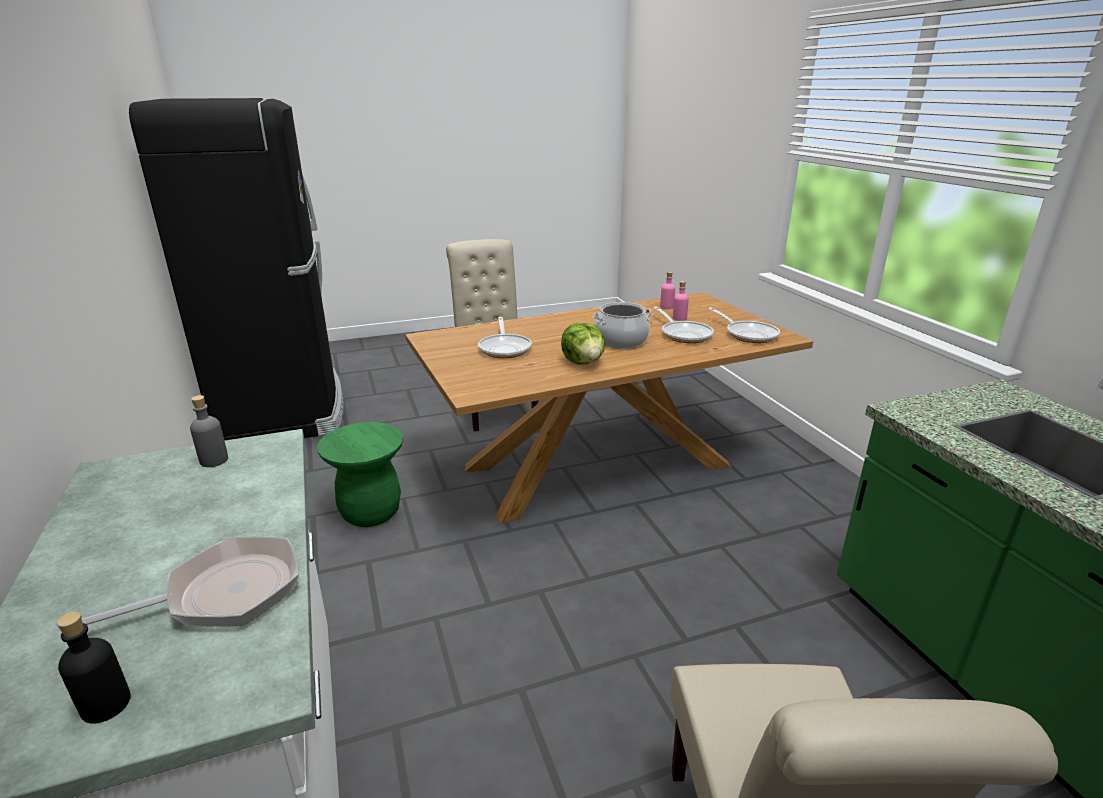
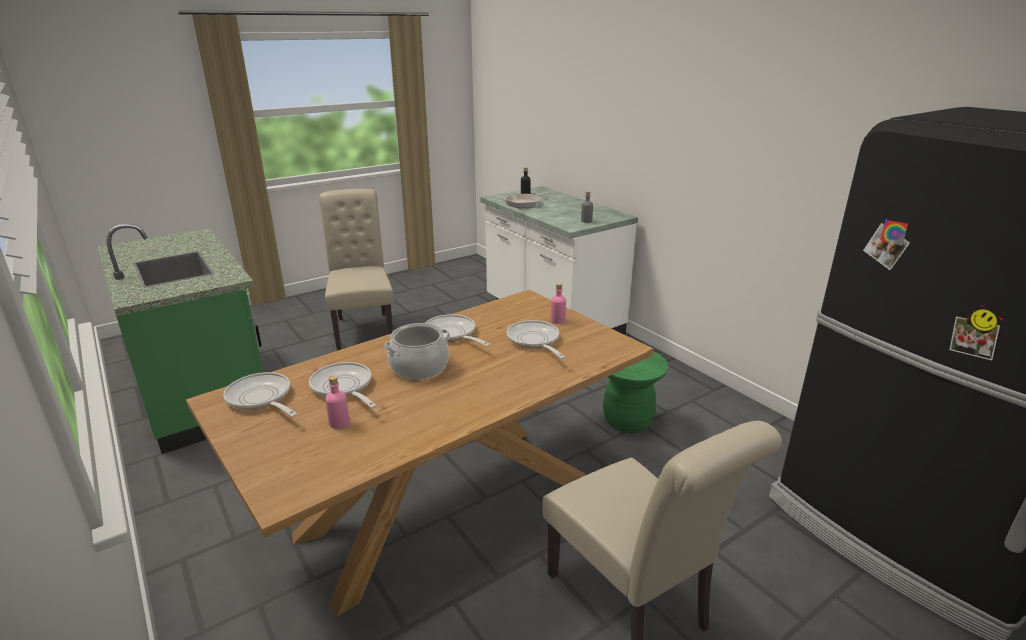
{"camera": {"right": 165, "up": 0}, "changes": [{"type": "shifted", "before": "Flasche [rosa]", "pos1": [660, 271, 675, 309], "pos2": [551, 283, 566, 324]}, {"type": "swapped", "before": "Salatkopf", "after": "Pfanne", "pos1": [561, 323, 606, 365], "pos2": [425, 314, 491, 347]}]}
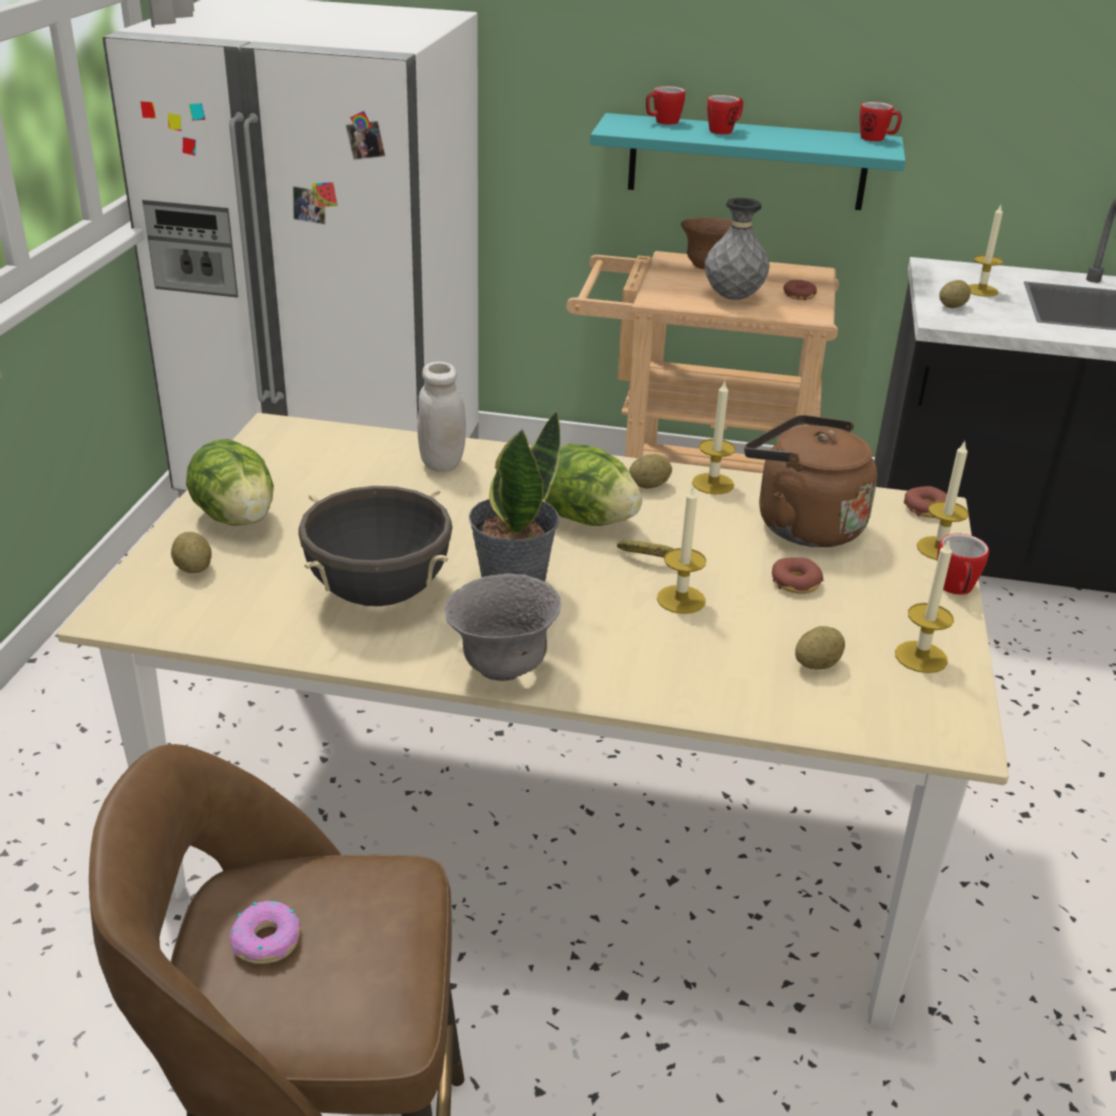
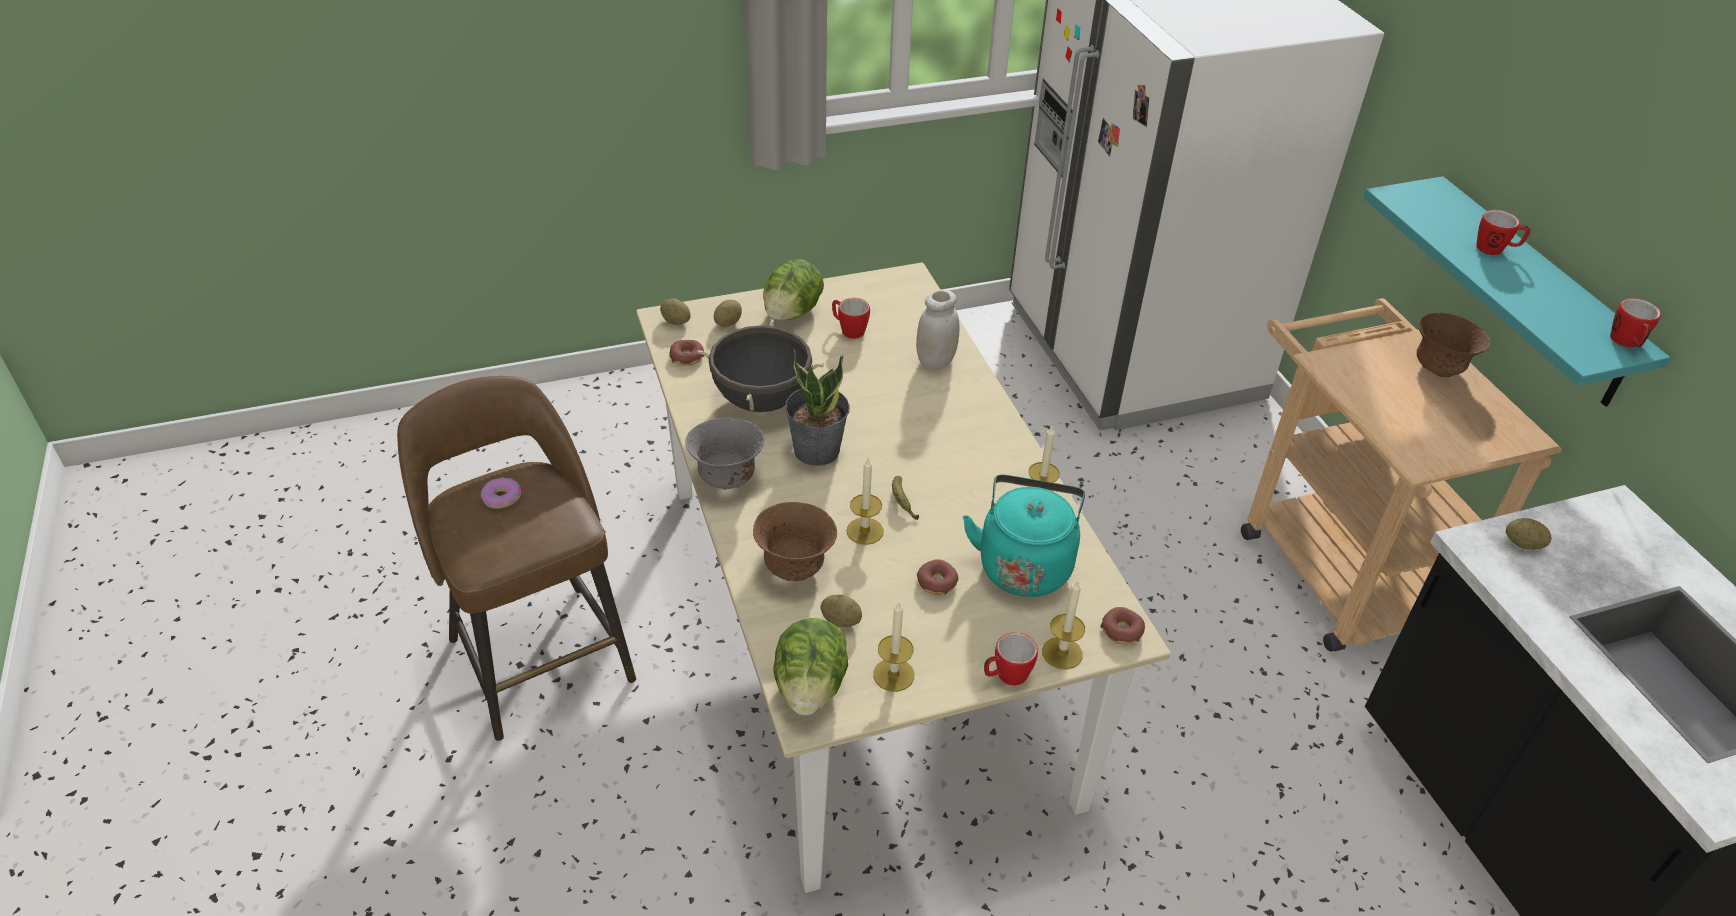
{"camera": {"right": 60, "up": 10}, "changes": [{"type": "shifted", "before": "Henkelbecher", "pos1": [646, 86, 686, 125], "pos2": [832, 298, 870, 339]}, {"type": "gone", "before": "Vase [grau]", "pos1": [705, 198, 770, 300]}, {"type": "gone", "before": "Kerze", "pos1": [969, 205, 1003, 297]}, {"type": "shifted", "before": "Donut", "pos1": [783, 280, 817, 300], "pos2": [669, 340, 704, 366]}, {"type": "repainted", "before": "Wasserkessel [braun]", "after": "Wasserkessel [türkis]", "pos1": [744, 415, 878, 547], "pos2": [963, 474, 1085, 597]}, {"type": "shifted", "before": "Salatkopf", "pos1": [545, 444, 642, 526], "pos2": [773, 618, 848, 715]}, {"type": "shifted", "before": "Kartoffel", "pos1": [629, 454, 672, 489], "pos2": [660, 299, 691, 325]}, {"type": "new", "after": "Schüssel [braun]", "pos2": [753, 502, 837, 581]}]}
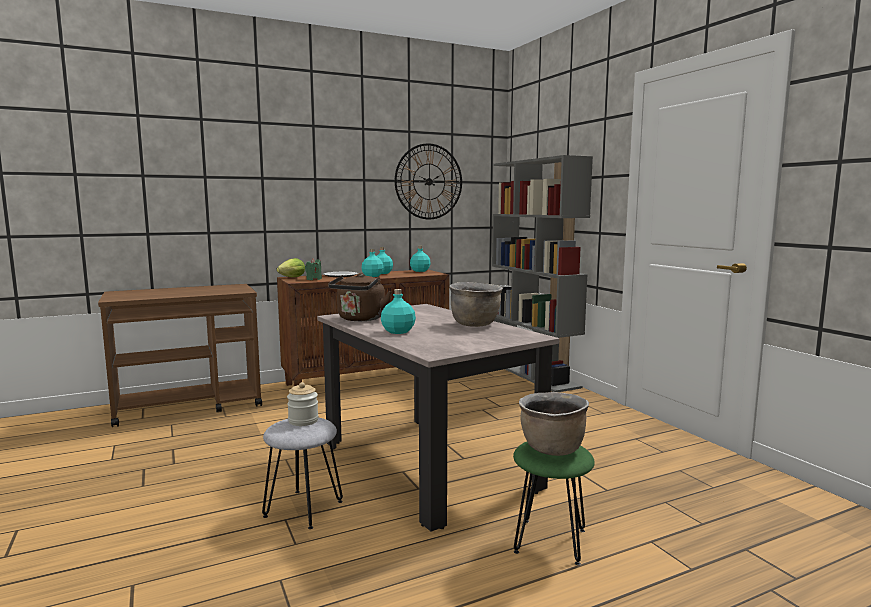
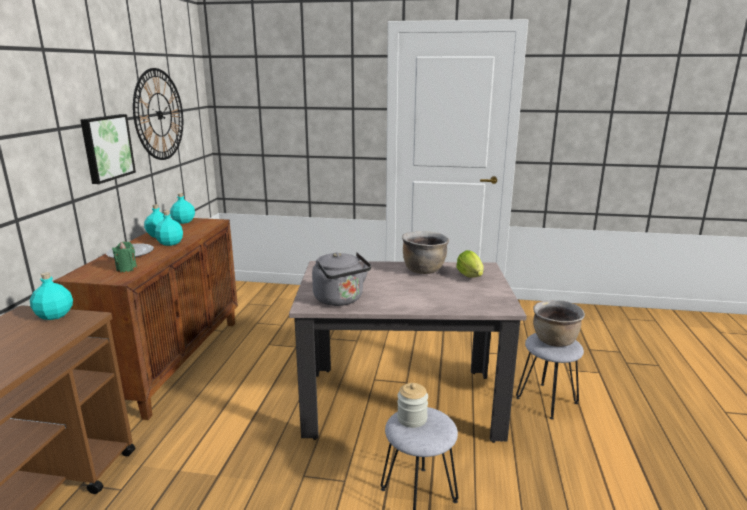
{"camera": {"right": -55, "up": 10}, "changes": [{"type": "gone", "before": "Bücherregal [grau]", "pos1": [492, 155, 593, 392]}, {"type": "shifted", "before": "Salatkopf", "pos1": [277, 258, 305, 277], "pos2": [456, 250, 484, 278]}, {"type": "repainted", "before": "Wasserkessel [braun]", "after": "Wasserkessel [grau]", "pos1": [328, 273, 392, 321], "pos2": [312, 252, 371, 306]}, {"type": "shifted", "before": "Flasche [türkis]", "pos1": [381, 289, 416, 334], "pos2": [30, 272, 73, 320]}, {"type": "repainted", "before": "Hocker [grün]", "after": "Hocker [grau]", "pos1": [513, 442, 595, 565], "pos2": [516, 333, 584, 420]}, {"type": "new", "after": "Bild", "pos2": [80, 114, 136, 184]}]}
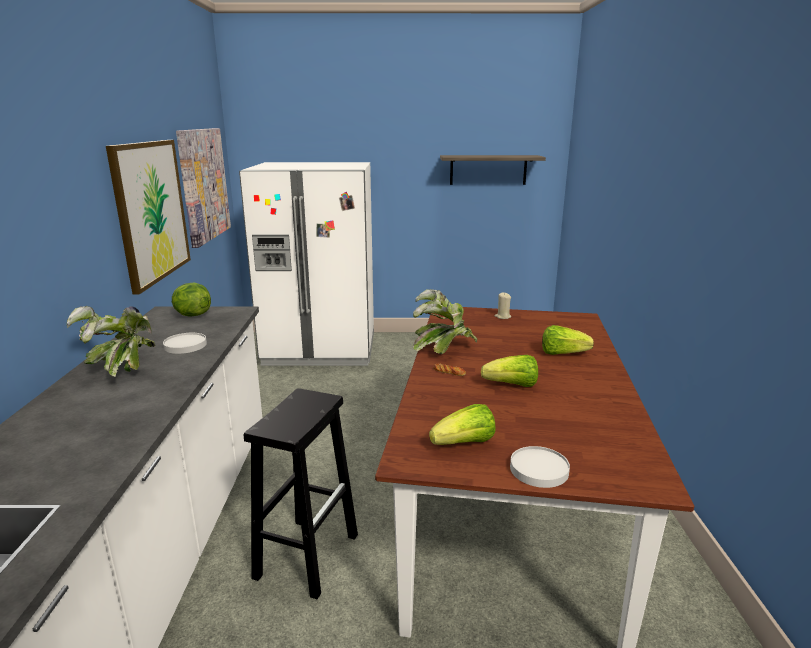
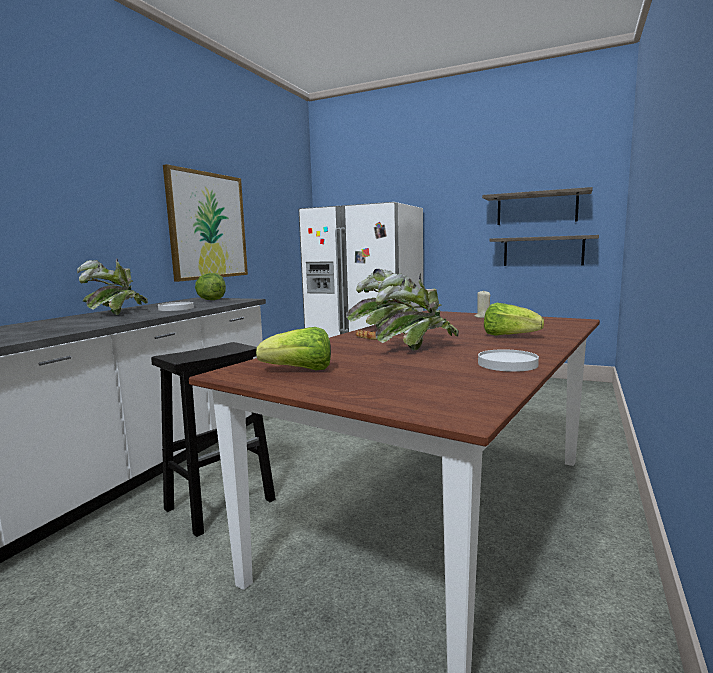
{"camera": {"right": 25, "up": -10}, "changes": [{"type": "gone", "before": "Bild", "pos1": [176, 128, 231, 248]}, {"type": "swapped", "before": "Salatkopf", "after": "Topfpflanze", "pos1": [481, 355, 538, 387], "pos2": [375, 273, 459, 351]}, {"type": "shifted", "before": "Teller [weiß]", "pos1": [510, 446, 570, 488], "pos2": [478, 349, 539, 372]}, {"type": "new", "after": "Wandregal", "pos2": [489, 235, 599, 266]}]}
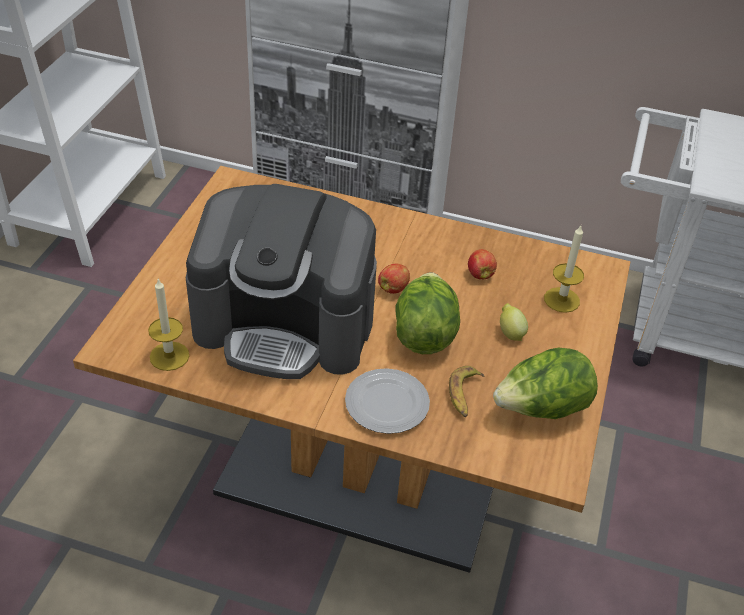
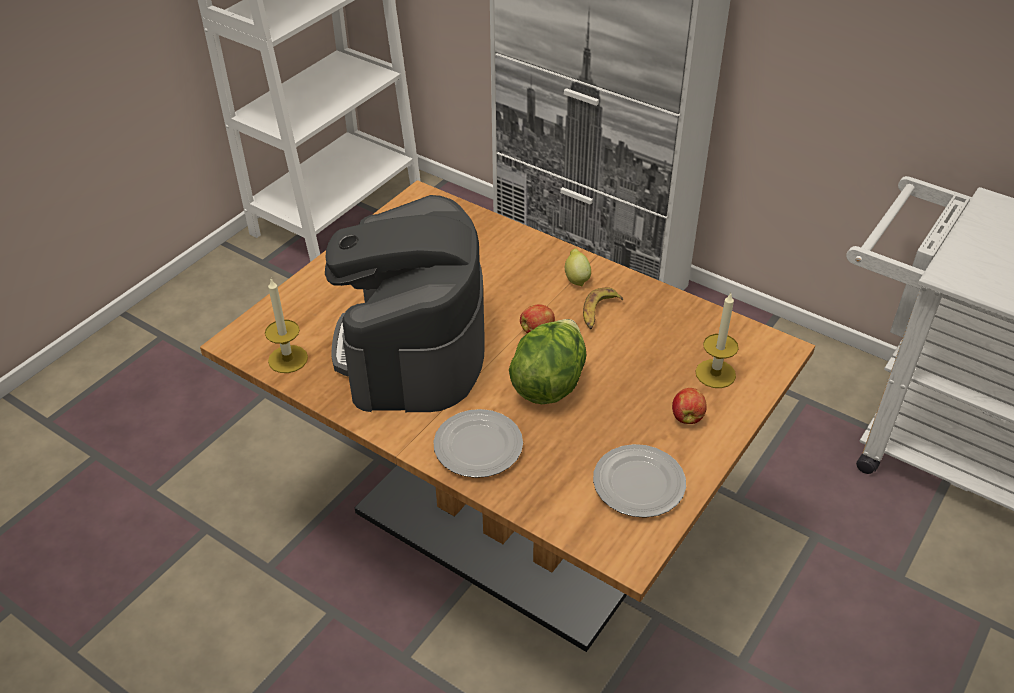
{"camera": {"right": 20, "up": 0}, "changes": [{"type": "rotated", "before": "Kaffeemaschine", "pos1": [185, 184, 377, 379], "pos2": [325, 195, 485, 412], "turn": 60}, {"type": "shifted", "before": "Apfel", "pos1": [468, 249, 497, 279], "pos2": [672, 388, 707, 424]}, {"type": "shifted", "before": "Zitrone", "pos1": [500, 303, 528, 341], "pos2": [565, 249, 591, 287]}, {"type": "swapped", "before": "Salatkopf", "after": "Teller", "pos1": [493, 348, 598, 419], "pos2": [593, 444, 686, 518]}, {"type": "shifted", "before": "Banane", "pos1": [449, 366, 485, 417], "pos2": [583, 287, 623, 329]}]}
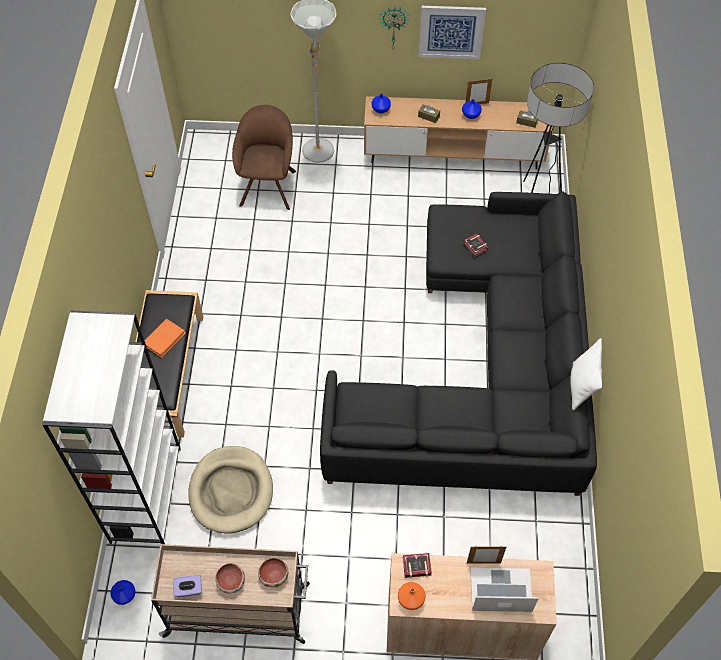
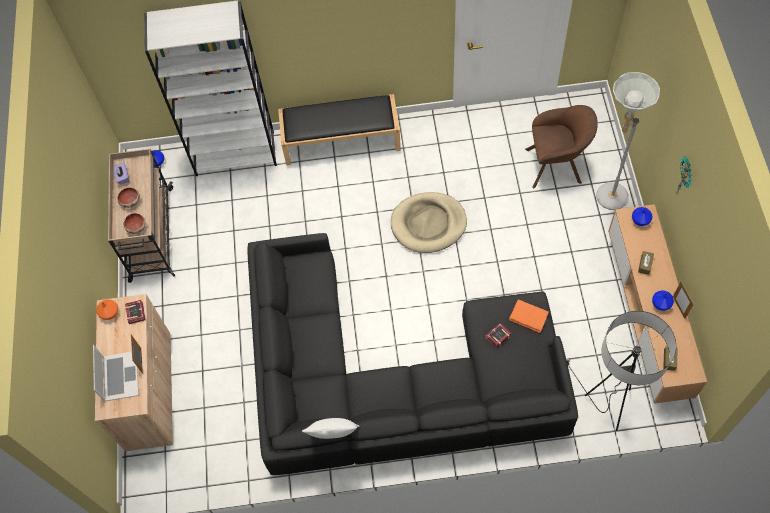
{"camera": {"right": 85, "up": 5}, "changes": [{"type": "gone", "before": "Bild", "pos1": [419, 6, 486, 59]}, {"type": "shifted", "before": "Buch [orange]", "pos1": [145, 319, 186, 358], "pos2": [509, 299, 549, 333]}, {"type": "shifted", "before": "Hundebett [beige]", "pos1": [188, 446, 273, 534], "pos2": [391, 192, 467, 253]}]}
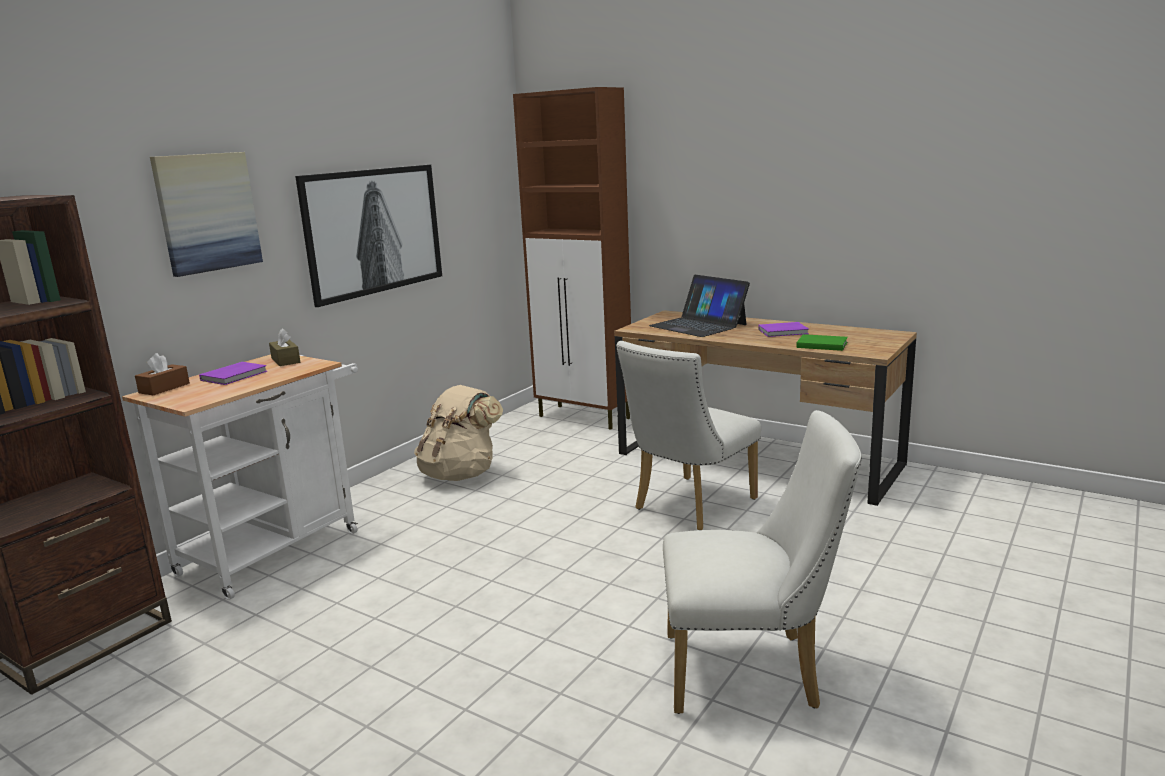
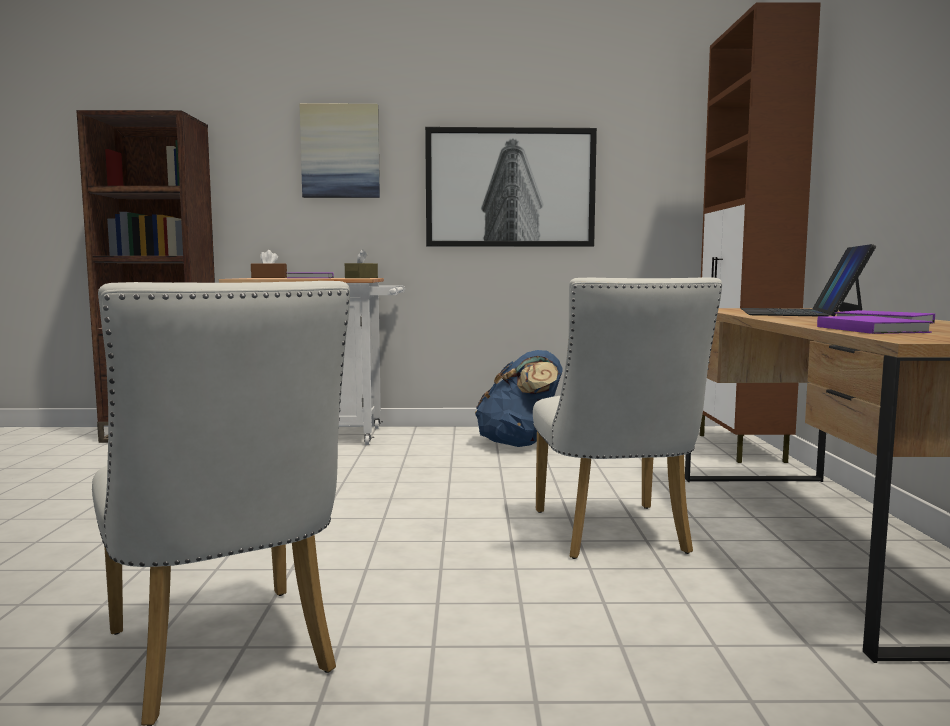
{"camera": {"right": 55, "up": -10}, "changes": [{"type": "repainted", "before": "Buch [grün]", "after": "Buch [lila]", "pos1": [796, 334, 848, 351], "pos2": [817, 316, 933, 334]}, {"type": "rotated", "before": "Stuhl [weiß]", "pos1": [616, 341, 761, 530], "pos2": [533, 277, 722, 559], "turn": -105}, {"type": "repainted", "before": "Rucksack [beige]", "after": "Rucksack [blau]", "pos1": [414, 385, 503, 481], "pos2": [475, 350, 563, 447]}]}
